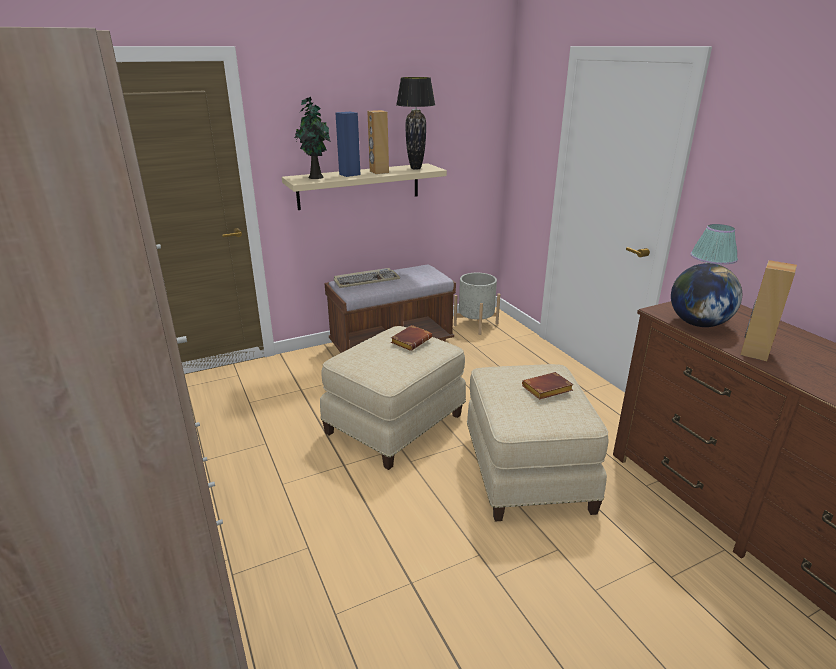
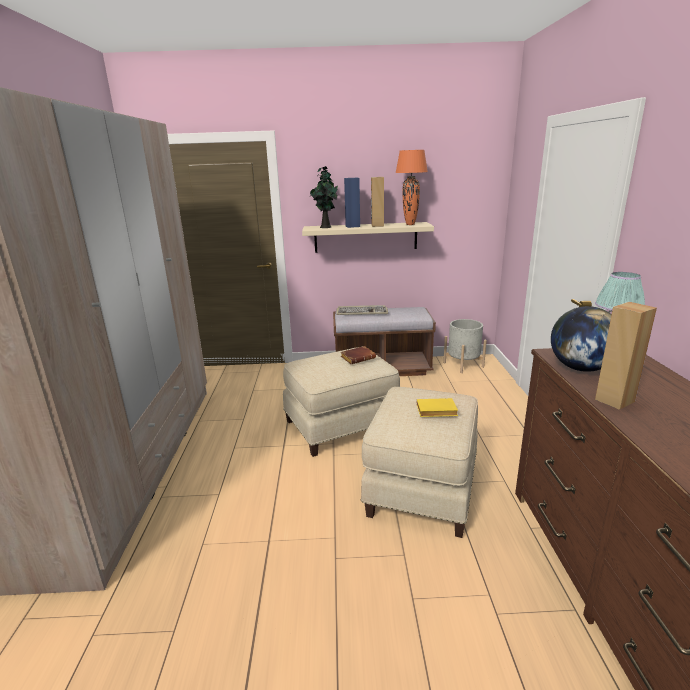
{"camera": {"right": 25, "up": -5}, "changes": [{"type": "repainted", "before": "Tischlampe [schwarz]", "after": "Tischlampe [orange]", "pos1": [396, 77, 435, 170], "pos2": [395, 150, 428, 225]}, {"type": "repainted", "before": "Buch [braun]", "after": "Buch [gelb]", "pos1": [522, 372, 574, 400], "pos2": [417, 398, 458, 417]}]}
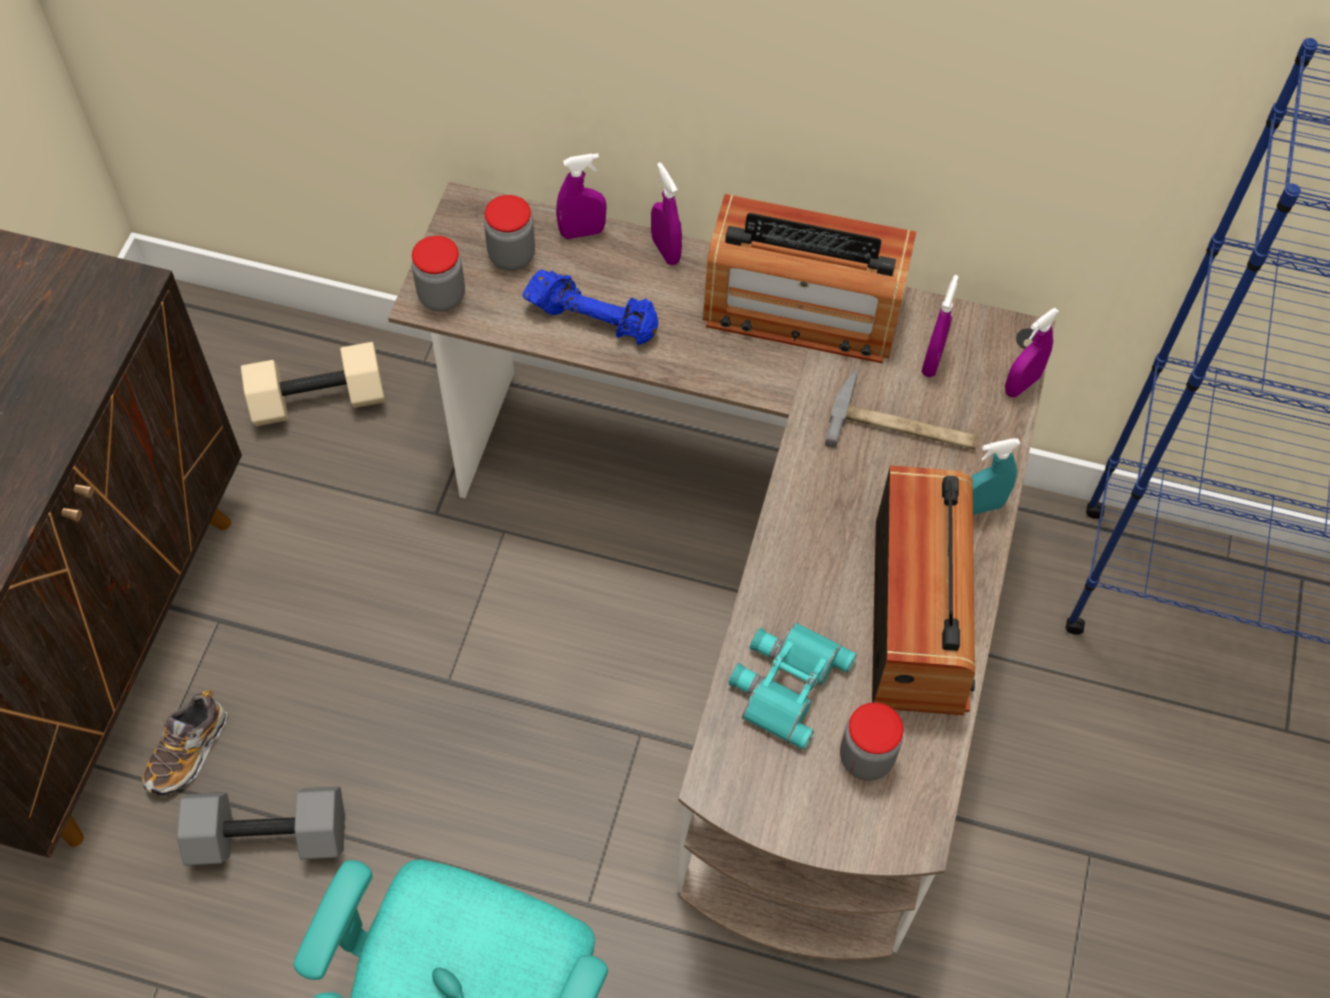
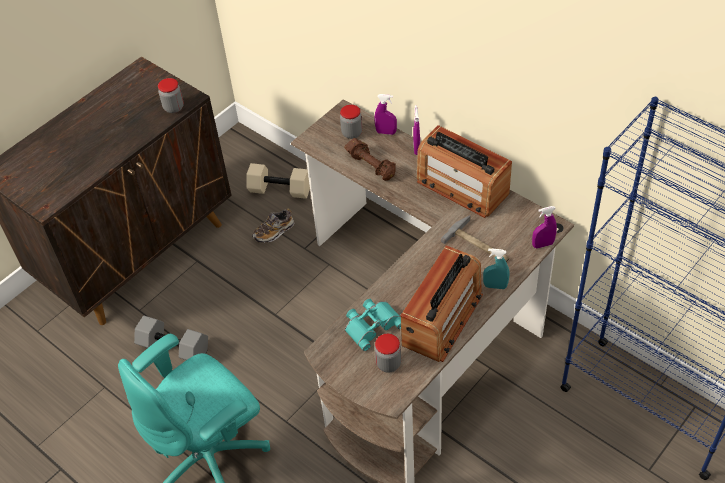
{"camera": {"right": 30, "up": -10}, "changes": [{"type": "shifted", "before": "Vorratsglas", "pos1": [412, 236, 465, 312], "pos2": [158, 78, 184, 113]}, {"type": "repainted", "before": "Hantel [blau]", "after": "Hantel [braun]", "pos1": [522, 269, 658, 345], "pos2": [344, 138, 396, 181]}, {"type": "gone", "before": "Sprühflasche [lila]", "pos1": [921, 275, 959, 377]}, {"type": "shifted", "before": "Schuh", "pos1": [142, 690, 227, 796], "pos2": [252, 209, 294, 243]}]}
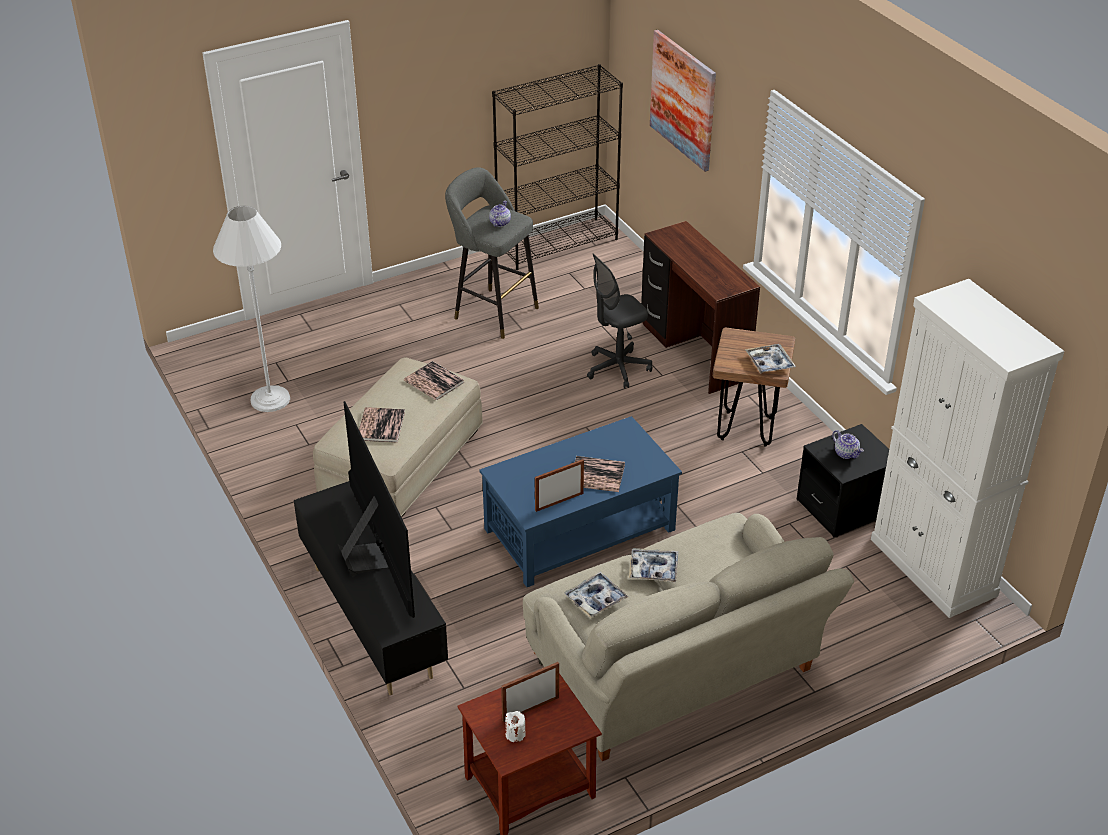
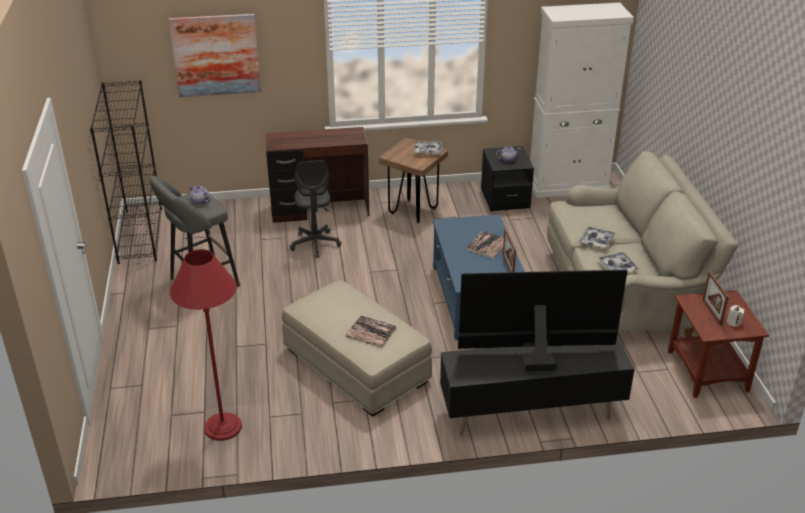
{"camera": {"right": -70, "up": -5}, "changes": [{"type": "repainted", "before": "Stehlampe [weiß]", "after": "Stehlampe [rot]", "pos1": [213, 205, 290, 412], "pos2": [170, 249, 242, 441]}, {"type": "gone", "before": "Buch", "pos1": [404, 361, 464, 400]}]}
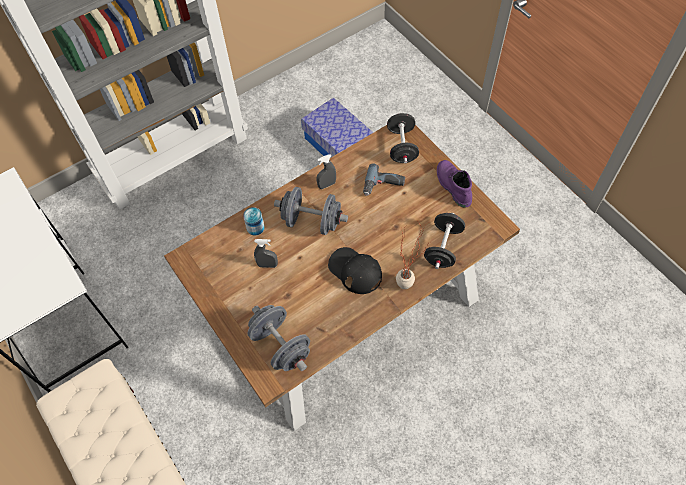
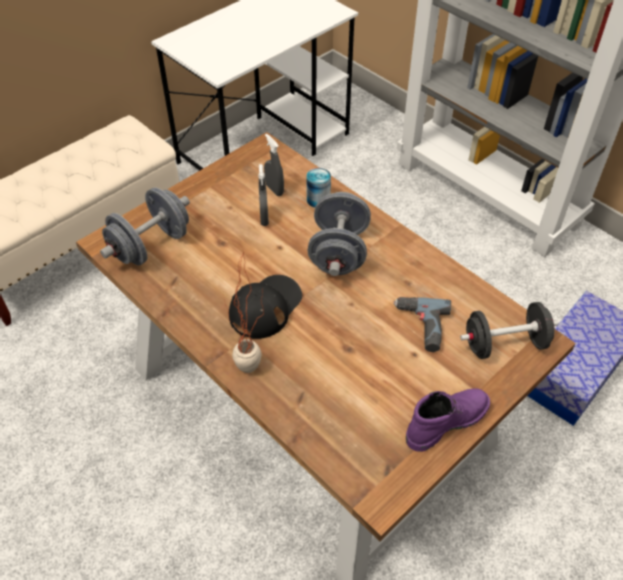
{"camera": {"right": 80, "up": -10}, "changes": [{"type": "shifted", "before": "Sprühflasche [grau]", "pos1": [316, 154, 336, 189], "pos2": [264, 134, 284, 196]}, {"type": "gone", "before": "Hantel [schwarz]", "pos1": [424, 213, 465, 269]}]}
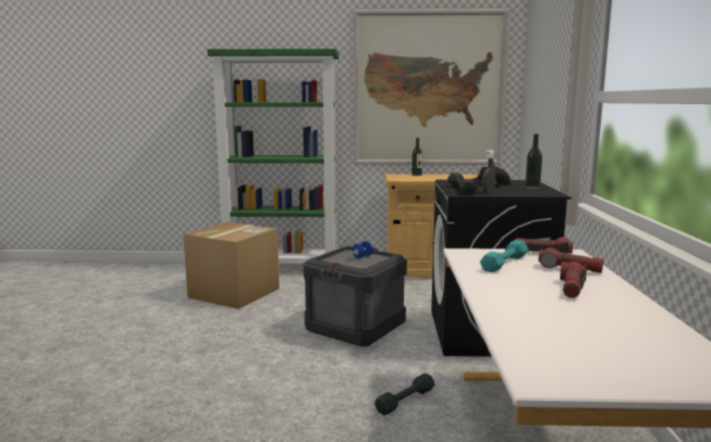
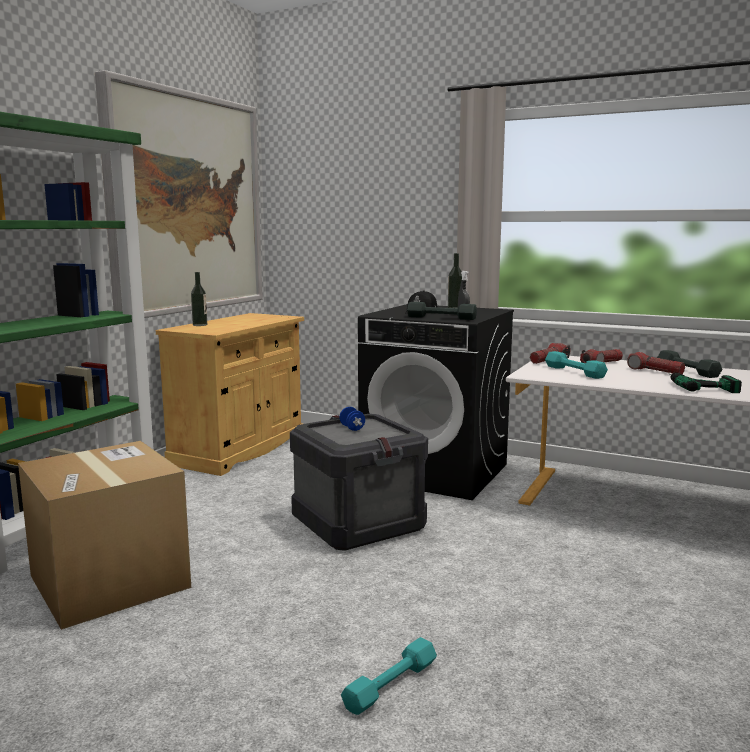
{"camera": {"right": -65, "up": 0}, "changes": [{"type": "shifted", "before": "Hantel [grau]", "pos1": [374, 373, 435, 415], "pos2": [657, 350, 722, 378]}, {"type": "new", "after": "Bohrmaschine", "pos2": [670, 373, 742, 393]}, {"type": "new", "after": "Hantel [türkis]", "pos2": [341, 637, 437, 715]}]}
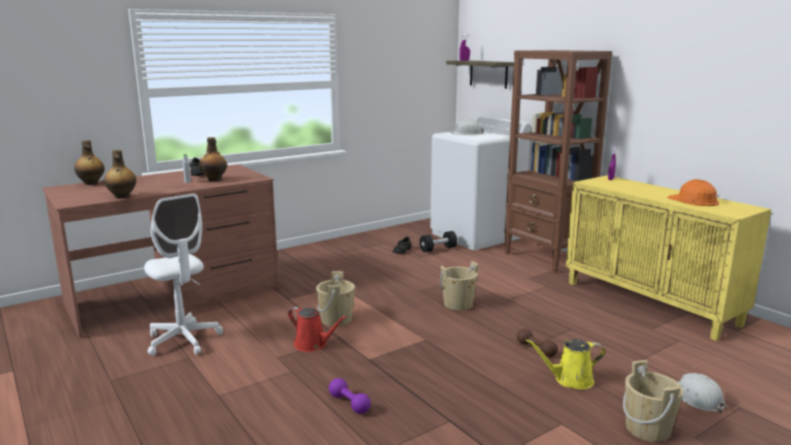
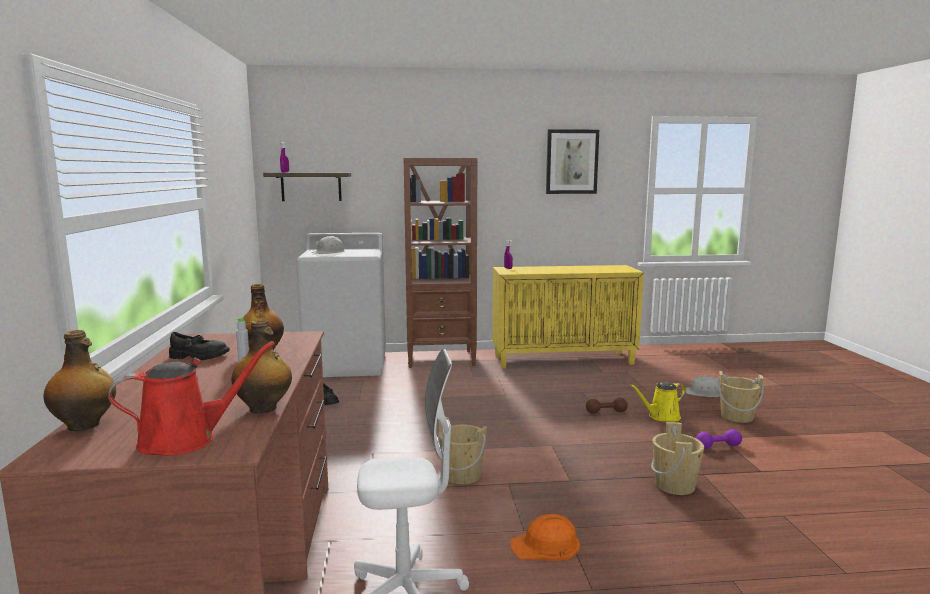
{"camera": {"right": -60, "up": -5}, "changes": [{"type": "shifted", "before": "Schutzhelm [orange]", "pos1": [667, 179, 719, 206], "pos2": [510, 514, 580, 561]}, {"type": "gone", "before": "Hantel [schwarz]", "pos1": [419, 231, 457, 252]}, {"type": "shifted", "before": "Eimer [beige]", "pos1": [440, 261, 478, 311], "pos2": [651, 422, 704, 495]}, {"type": "shifted", "before": "Gießkanne [rot]", "pos1": [288, 307, 347, 352], "pos2": [108, 341, 275, 456]}, {"type": "rotated", "before": "Gießkanne [gelb]", "pos1": [526, 339, 605, 389], "pos2": [630, 382, 686, 422], "turn": 45}, {"type": "shifted", "before": "Hantel [lila]", "pos1": [329, 378, 371, 414], "pos2": [696, 429, 742, 449]}, {"type": "new", "after": "Bild", "pos2": [546, 129, 599, 194]}]}
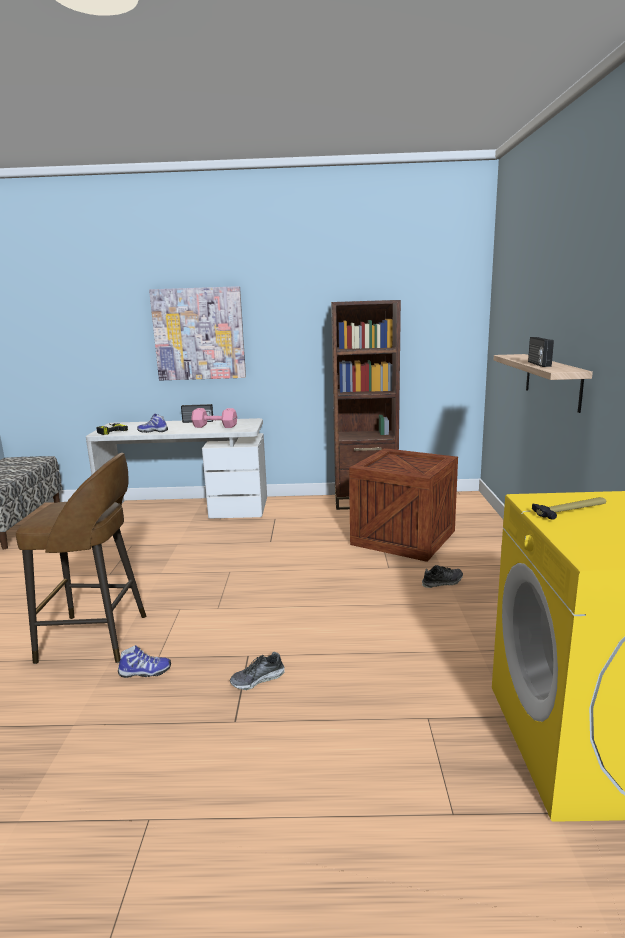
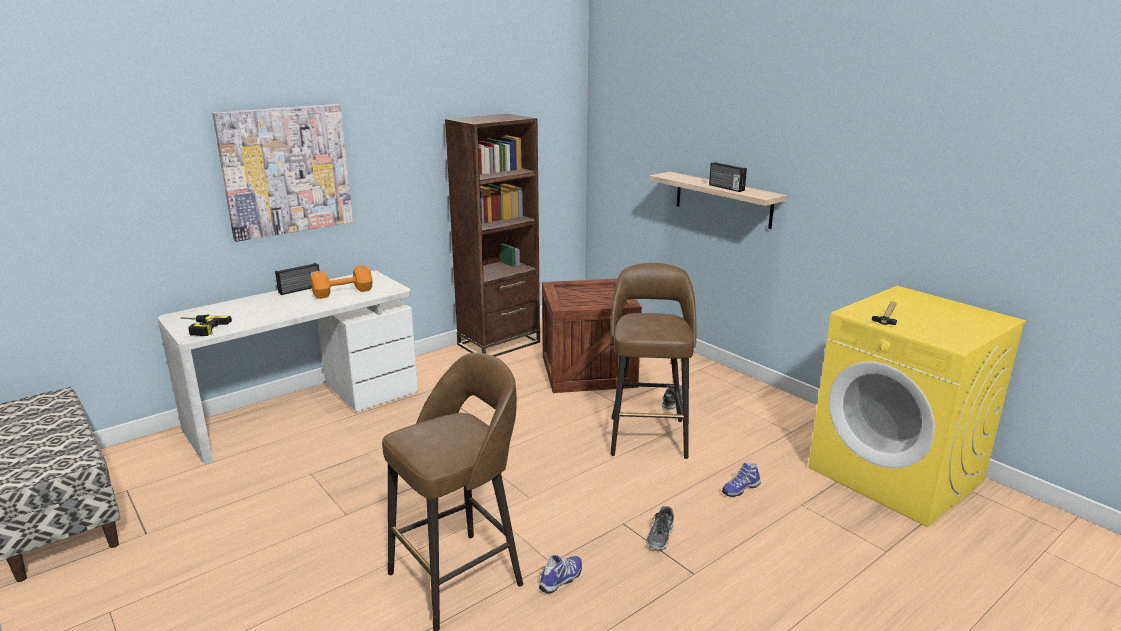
{"camera": {"right": -40, "up": 5}, "changes": [{"type": "repainted", "before": "Hantel [rosa]", "after": "Hantel [orange]", "pos1": [191, 408, 237, 428], "pos2": [311, 265, 373, 299]}, {"type": "shifted", "before": "Schuh", "pos1": [137, 414, 168, 433], "pos2": [722, 463, 760, 497]}, {"type": "new", "after": "Hocker [braun]", "pos2": [610, 263, 696, 459]}]}
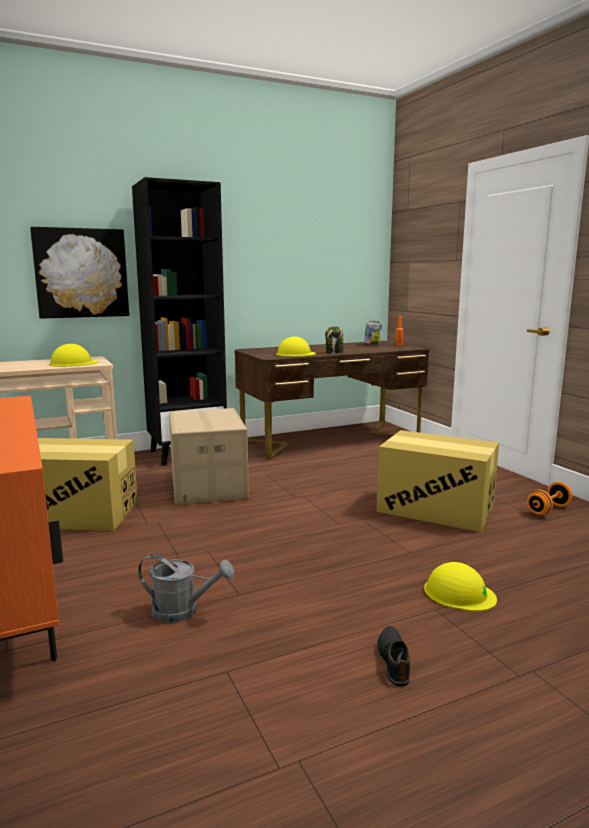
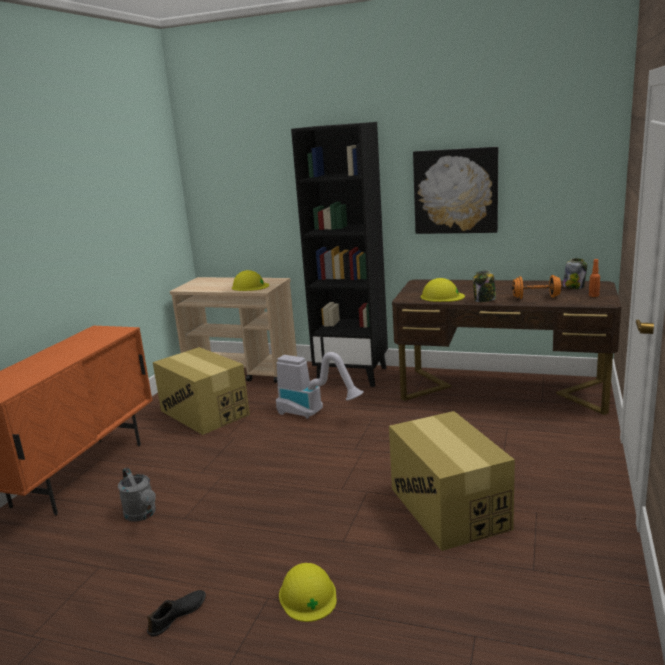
{"camera": {"right": 45, "up": 5}, "changes": [{"type": "shifted", "before": "Bild", "pos1": [30, 227, 129, 319], "pos2": [413, 147, 498, 234]}, {"type": "swapped", "before": "Karton", "after": "Staubsauger", "pos1": [169, 408, 249, 505], "pos2": [276, 352, 364, 419]}, {"type": "shifted", "before": "Hantel [orange]", "pos1": [527, 482, 573, 515], "pos2": [512, 275, 562, 299]}]}
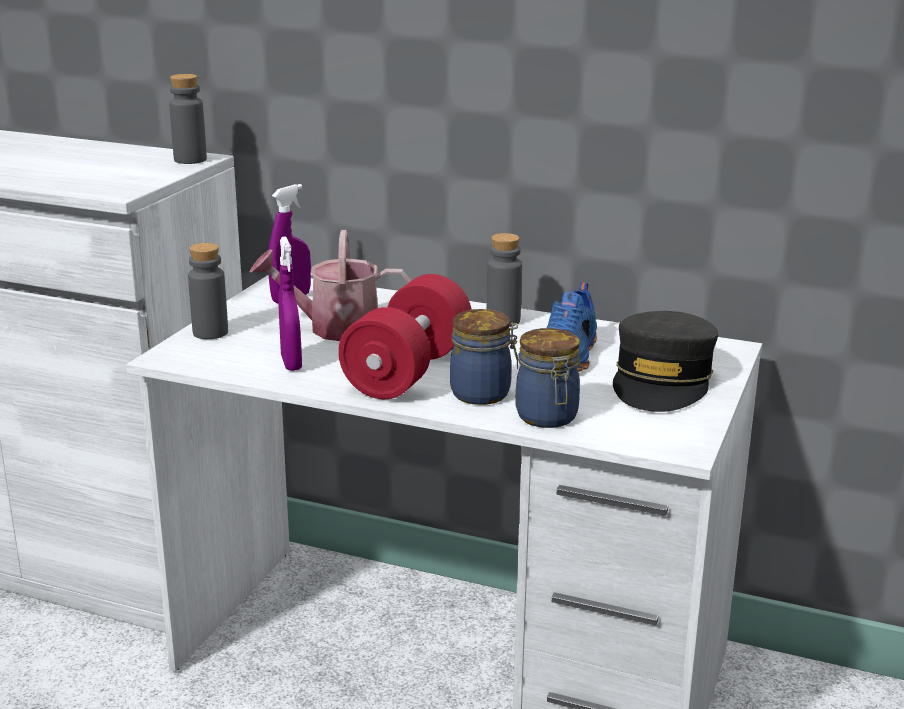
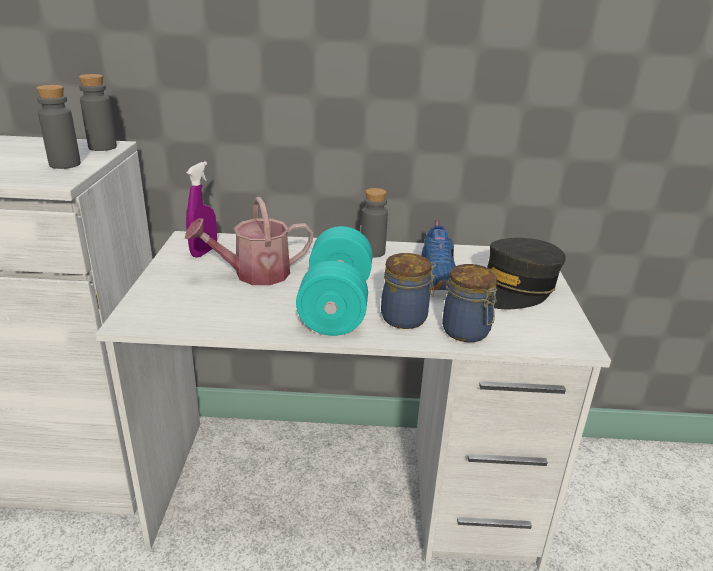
{"camera": {"right": -20, "up": 5}, "changes": [{"type": "gone", "before": "Sprühflasche [lila]", "pos1": [279, 236, 302, 371]}, {"type": "shifted", "before": "Flasche [grau]", "pos1": [188, 243, 228, 339], "pos2": [36, 85, 81, 169]}, {"type": "repainted", "before": "Hantel [rot]", "after": "Hantel [türkis]", "pos1": [338, 274, 472, 399], "pos2": [296, 226, 373, 336]}, {"type": "rotated", "before": "Kappe [grau]", "pos1": [613, 311, 718, 412], "pos2": [487, 238, 566, 309], "turn": 45}]}
